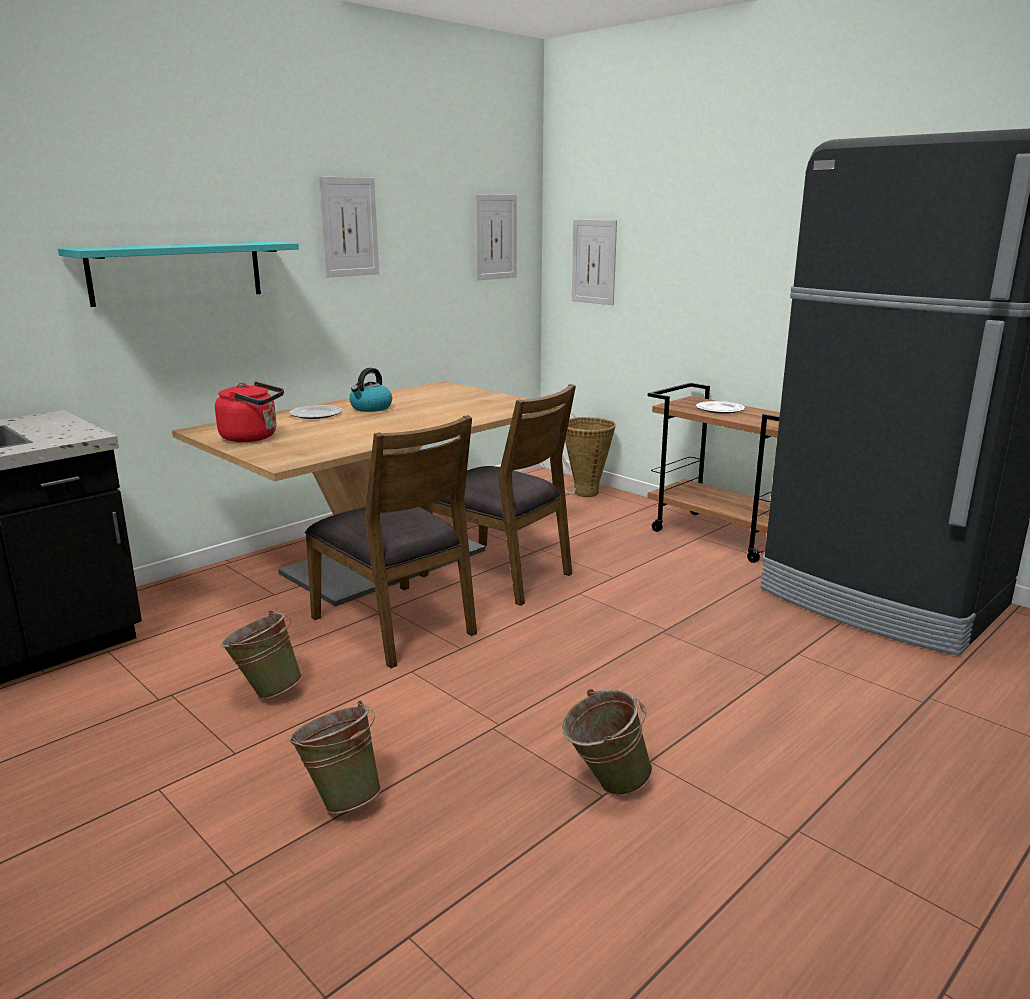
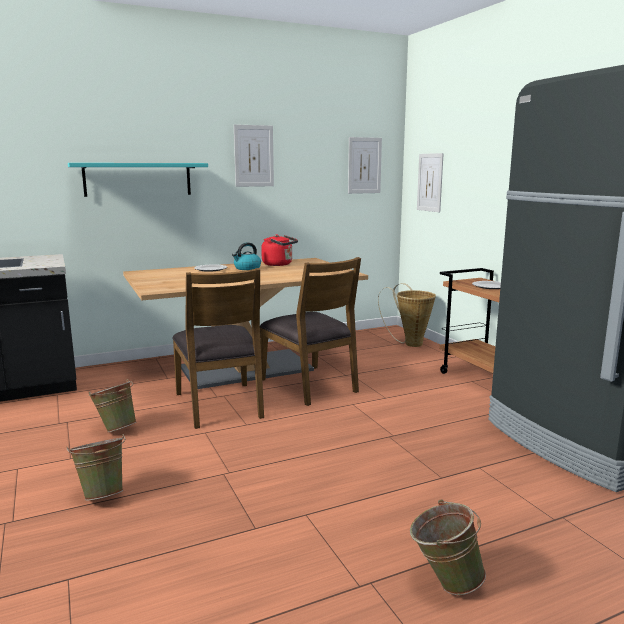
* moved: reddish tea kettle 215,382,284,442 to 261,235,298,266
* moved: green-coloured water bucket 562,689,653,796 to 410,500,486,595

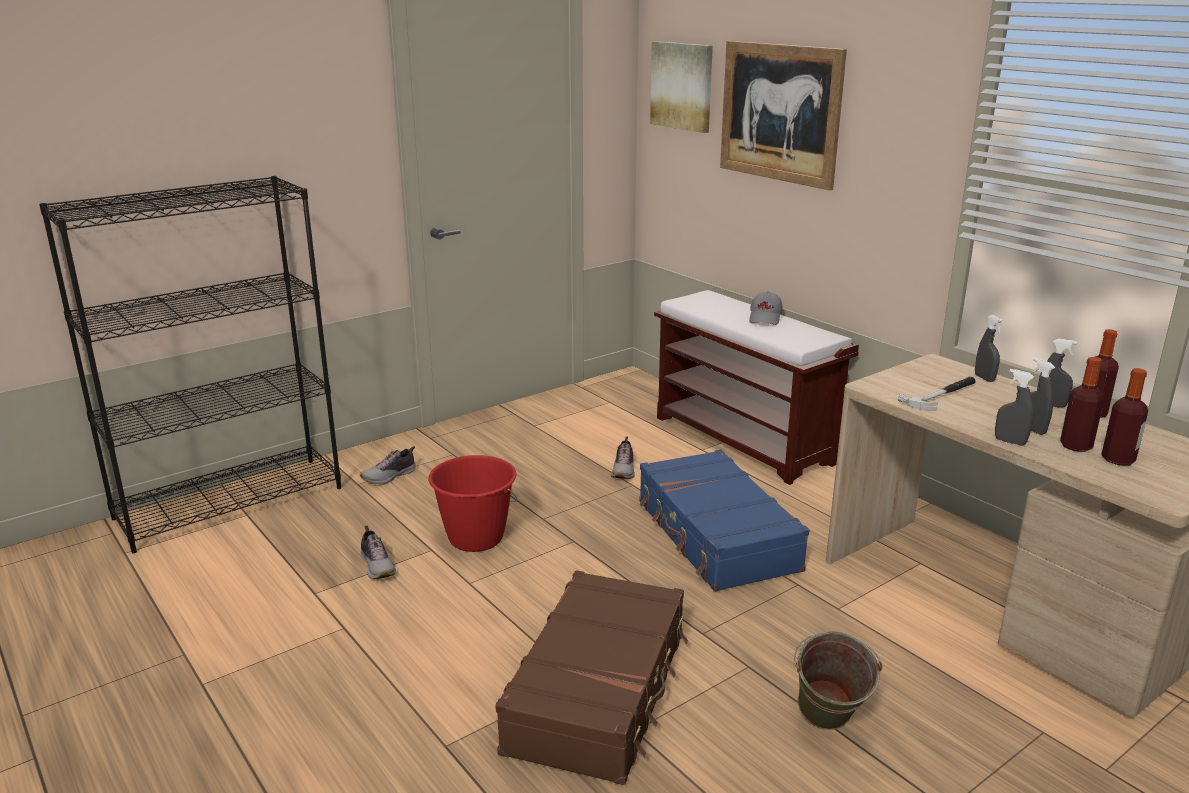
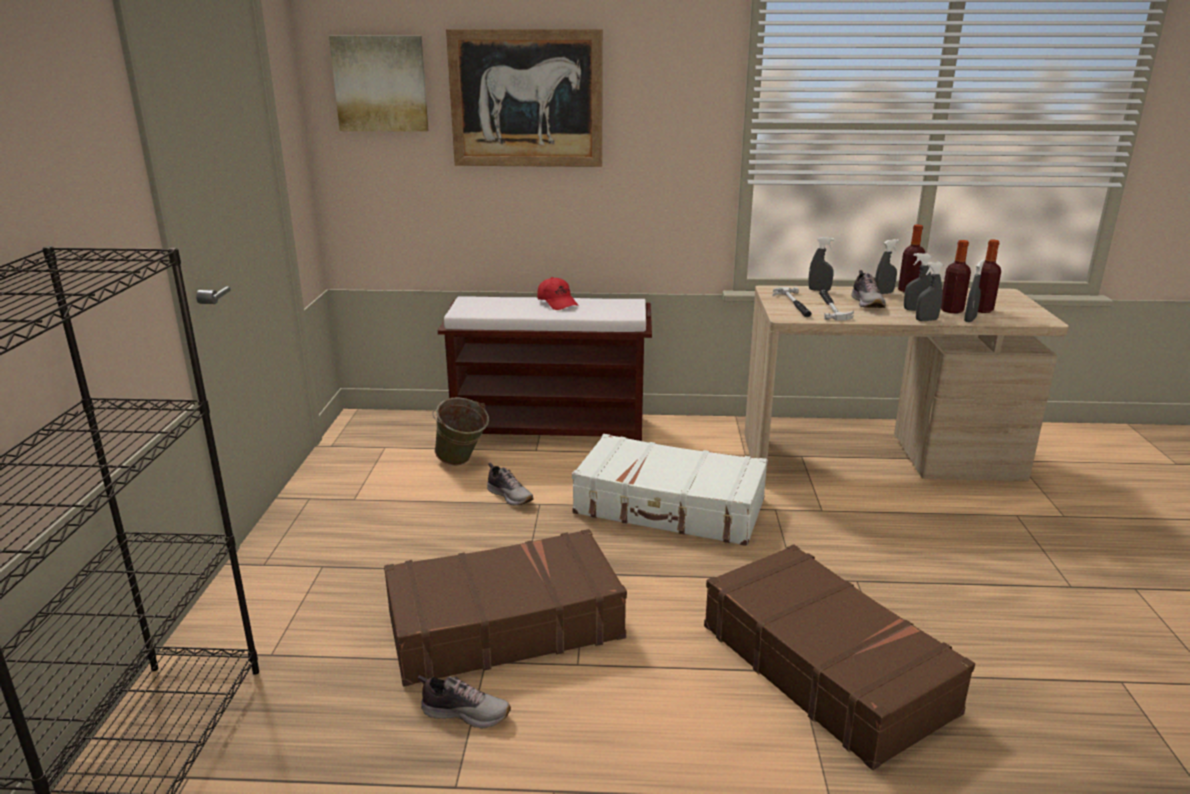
* replaced: reddish water bucket 428,455,517,552 to brown suitcase 384,529,627,687
* moved: green-coloured water bucket 794,631,883,730 to 433,397,489,465
* recoloured: grey cap 749,291,783,325 to reddish cap 537,277,579,310
* recoloured: bluish suitcase 639,450,809,592 to whitish suitcase 572,434,768,546
* added: tool hammer 773,287,812,317
* moved: item of footwear 360,446,416,485 to 851,270,886,308
* added: grey hand sprayer 964,260,984,322

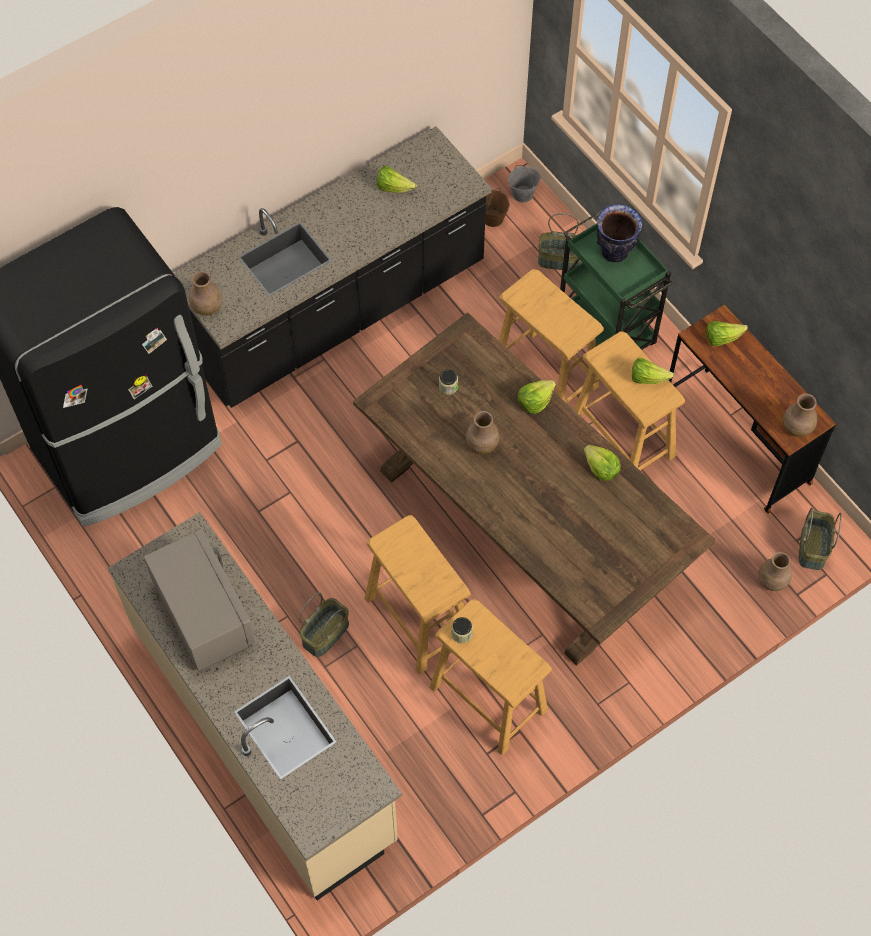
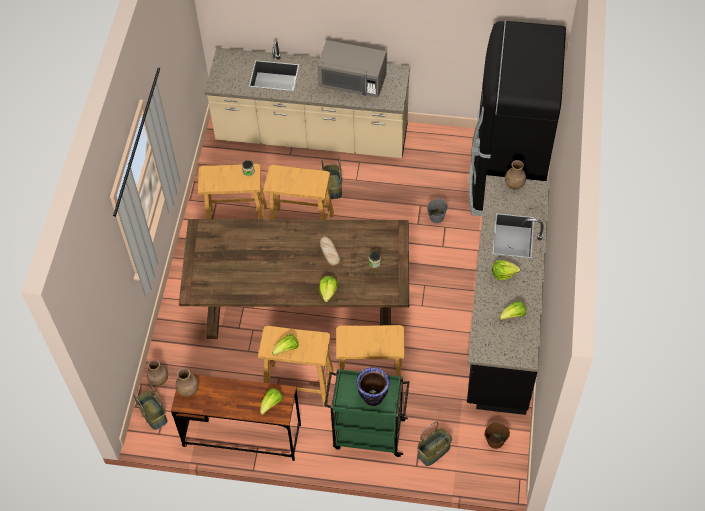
* replaced: brown vase 466,411,499,454 to bakery bread 320,236,340,266
* moved: grey water bucket 508,165,540,203 to 427,198,448,223
* moved: lettuce 584,445,621,481 to 492,260,521,280

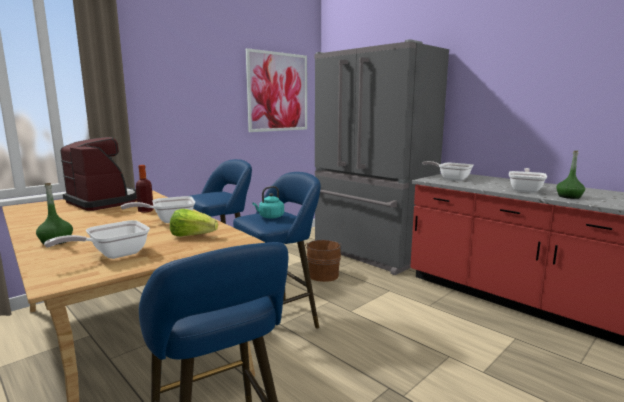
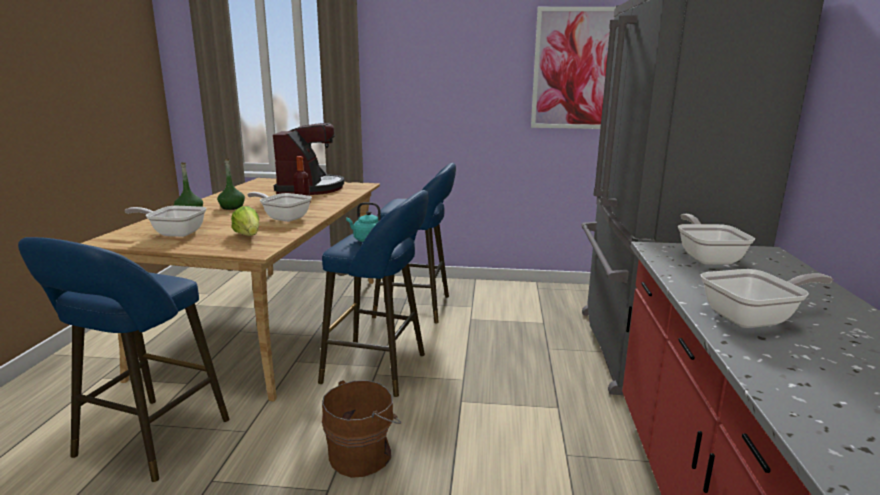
* moved: green-coloured beverage bottle 556,151,585,199 to 217,159,245,210
* moved: brown water bucket 305,240,343,282 to 322,380,401,478

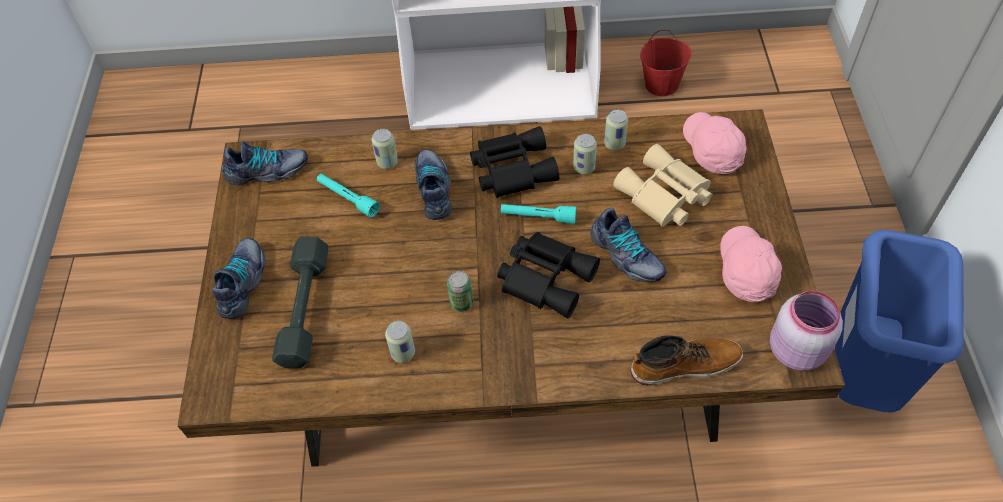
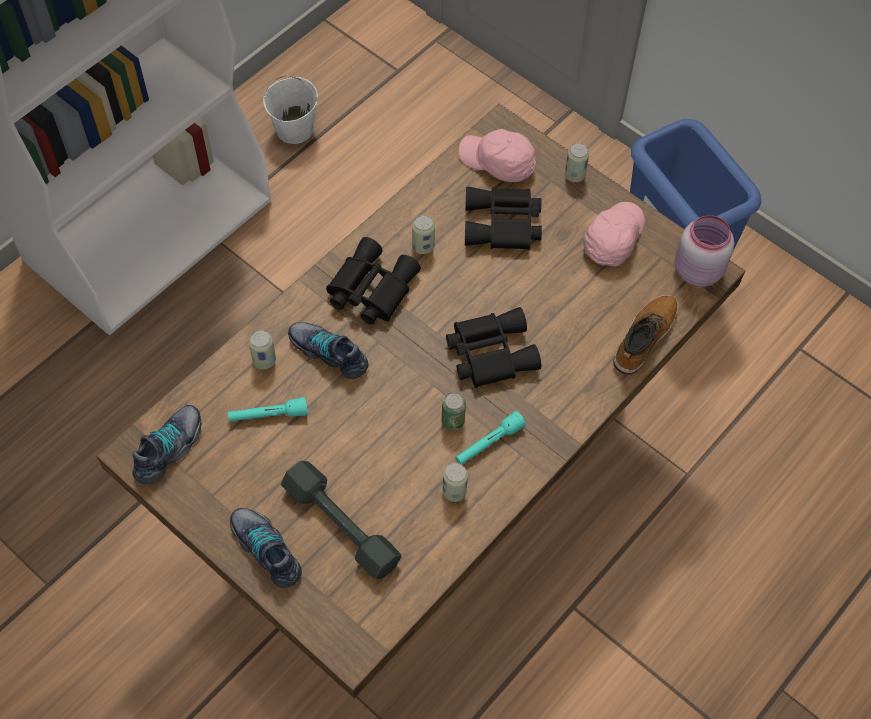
* recoloured: reddish water bucket 640,30,692,96 to whitish water bucket 263,75,318,144
* moved: turquoise flashlight 501,204,576,224 to 455,411,526,465
* recoloured: beige pair of binoculars 613,144,712,227 to black pair of binoculars 465,187,542,250
* moved: can 604,110,628,150 to 565,143,589,182
* turned: pink cap 720,226,782,302 = 583,202,645,267 75 degrees clockwise
* removed: item of footwear 590,208,666,282

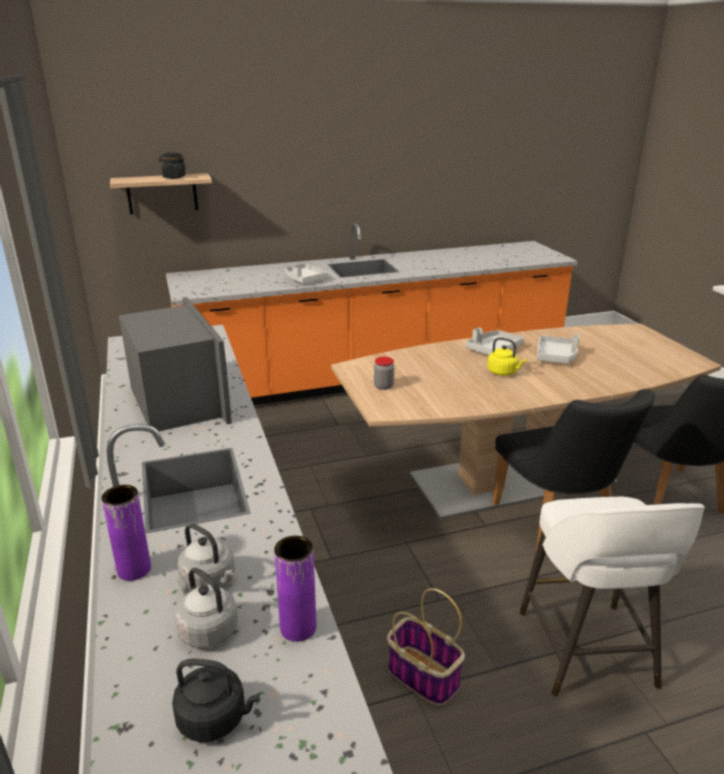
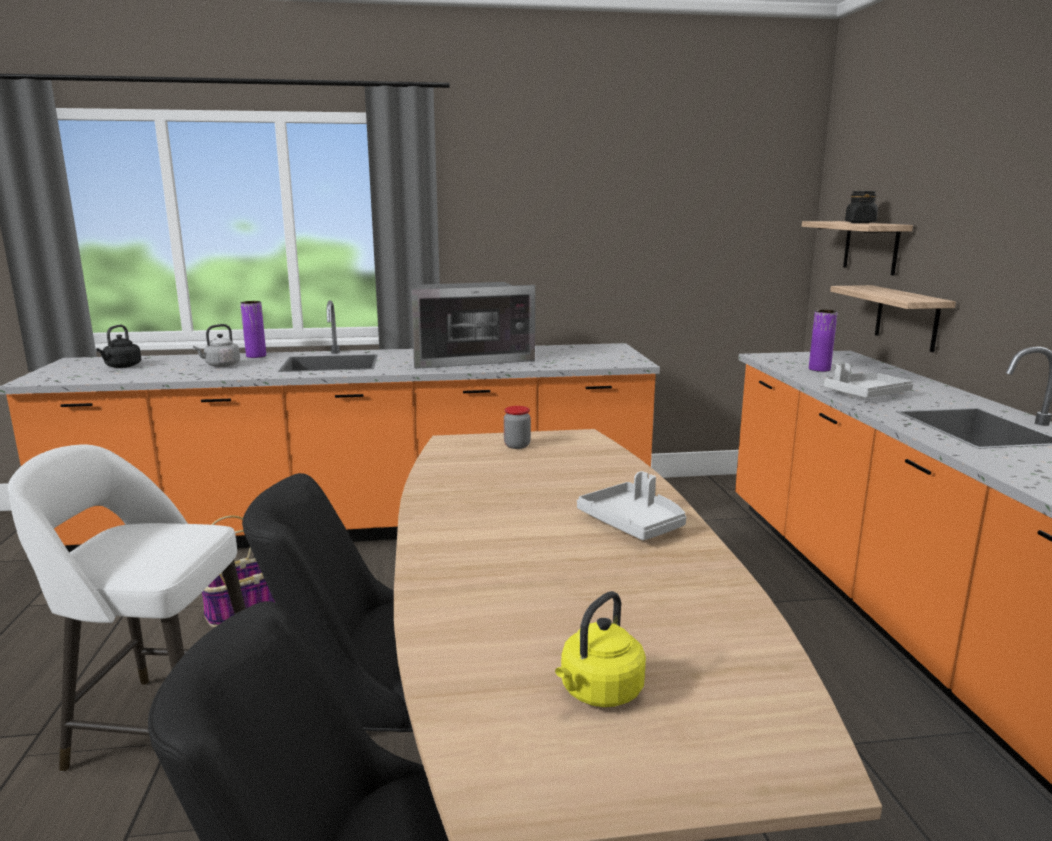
* moved: yellow tea kettle 487,337,527,376 to 555,591,646,707
* moved: purple vase 274,536,317,642 to 809,310,838,372
* added: bracket shelf 830,285,956,352
* removed: grey tea kettle 175,568,238,648
* removed: grey tray 537,334,580,363

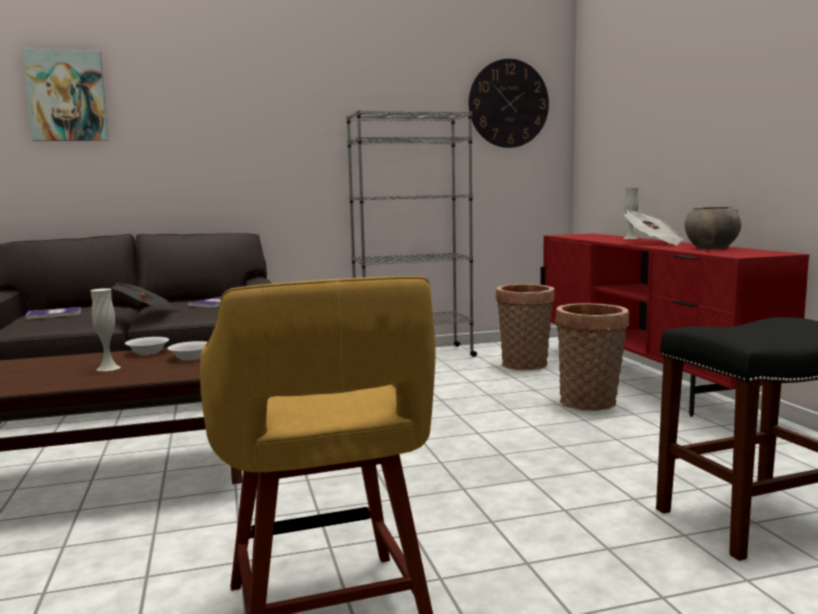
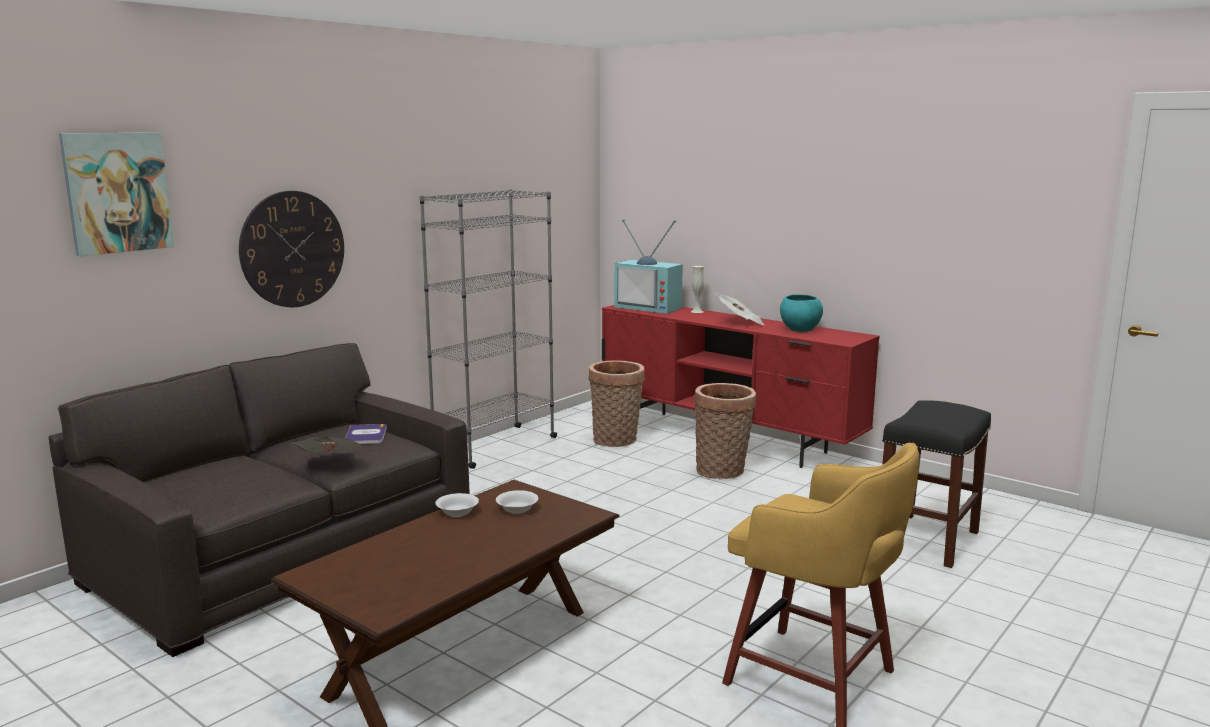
* moved: wall clock 468,59,549,148 to 239,191,344,307
* added: TV 614,219,683,314
* recoloured: grey serving bowl 685,207,742,249 to turquoise serving bowl 780,294,823,332
* removed: book 25,307,81,319
* removed: whitish vase 90,288,120,371

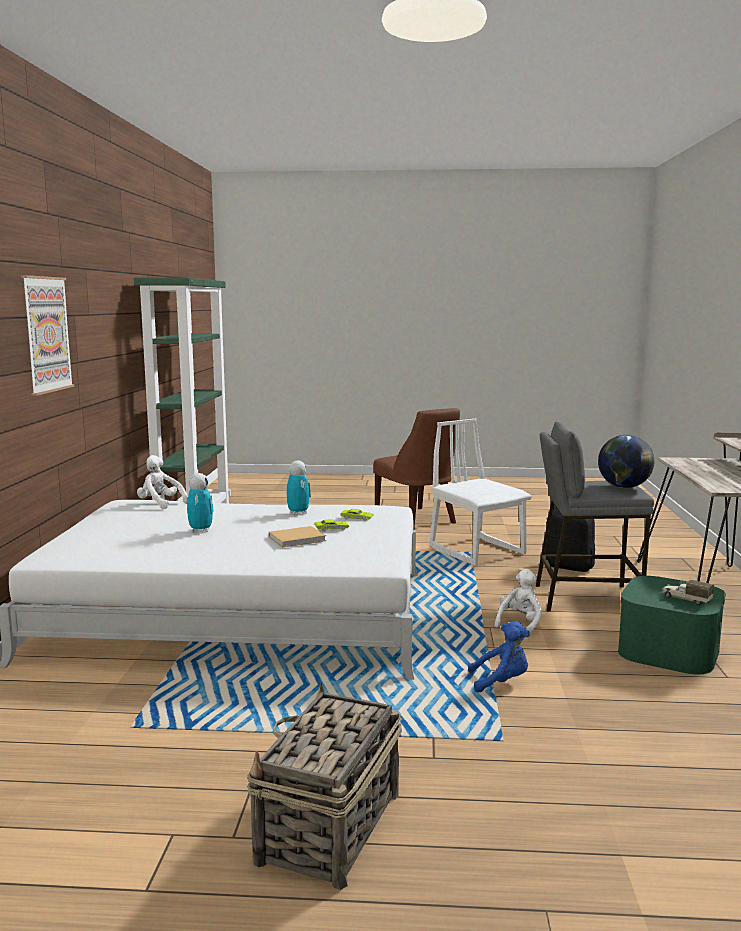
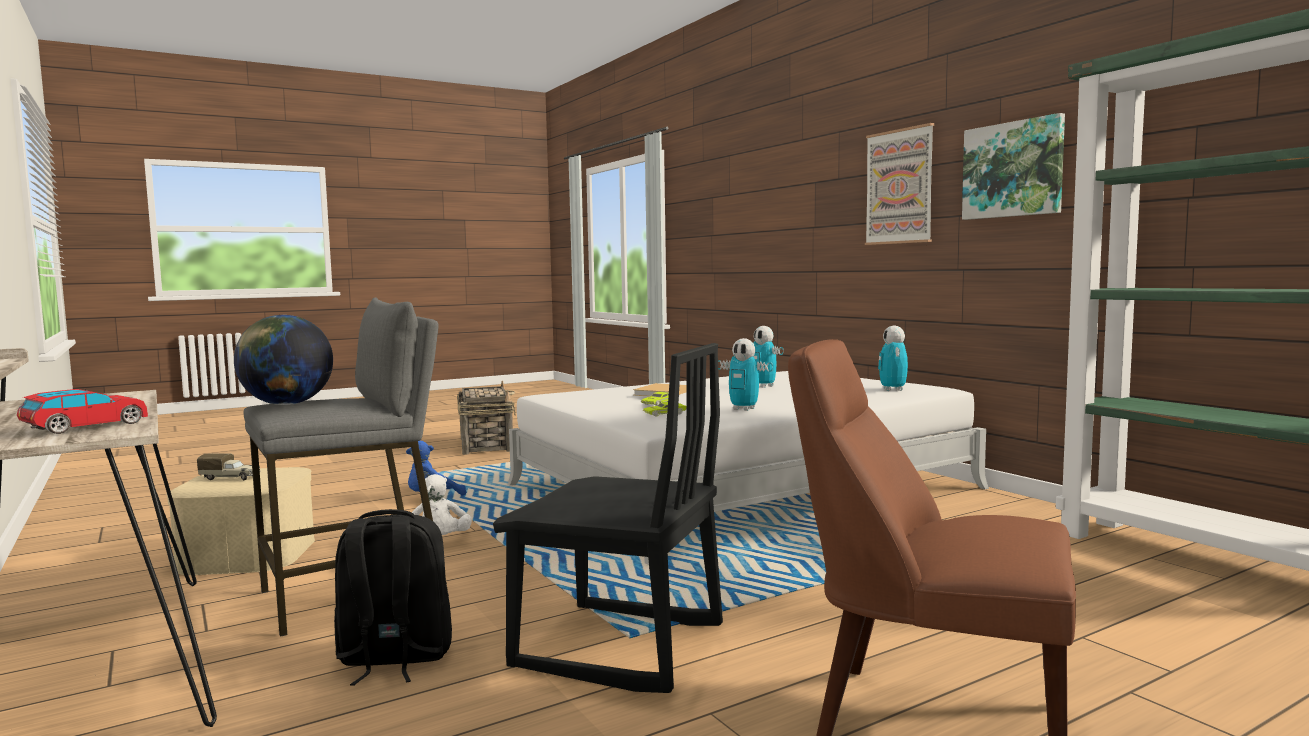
* added: model car 17,388,148,434
* recoloured: green-coloured storage box 618,576,726,675 to beige storage box 166,467,315,575
* recoloured: whitish plain chair 430,419,532,566 to black plain chair 493,343,723,693
* replaced: whitish soft toy 137,455,188,509 to model robot 878,325,908,391
* added: wall picture 962,113,1065,220

